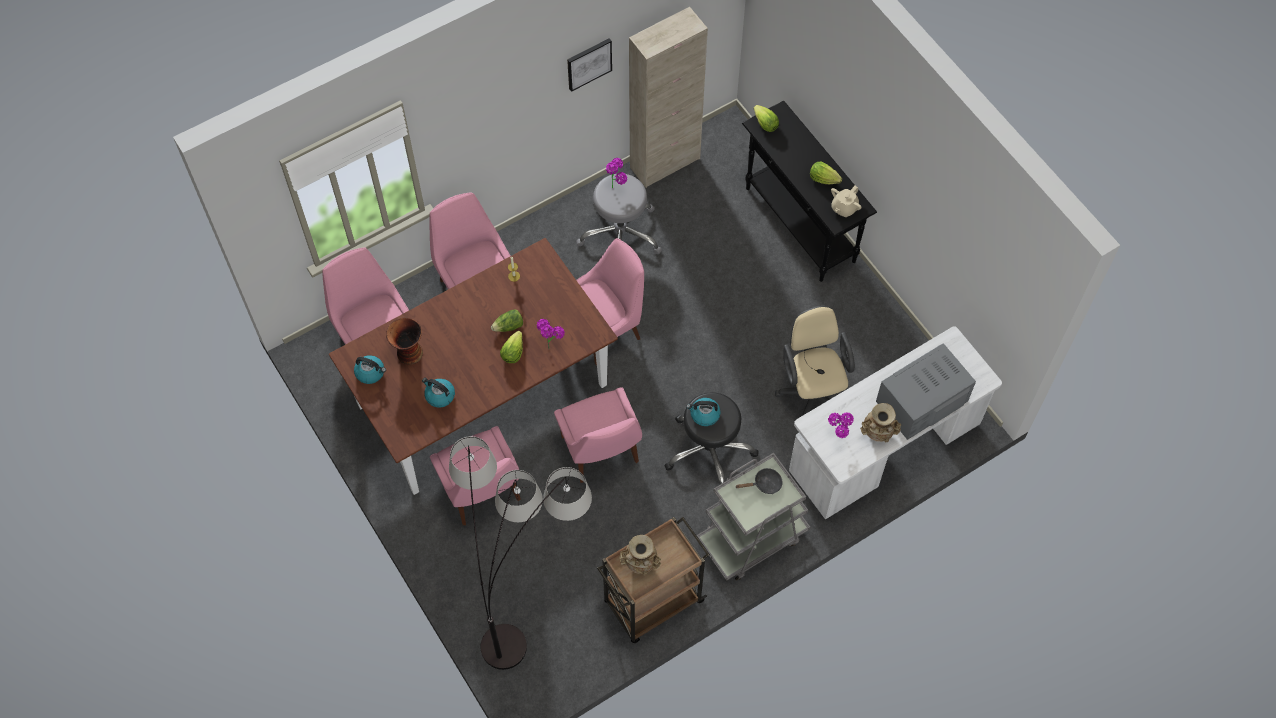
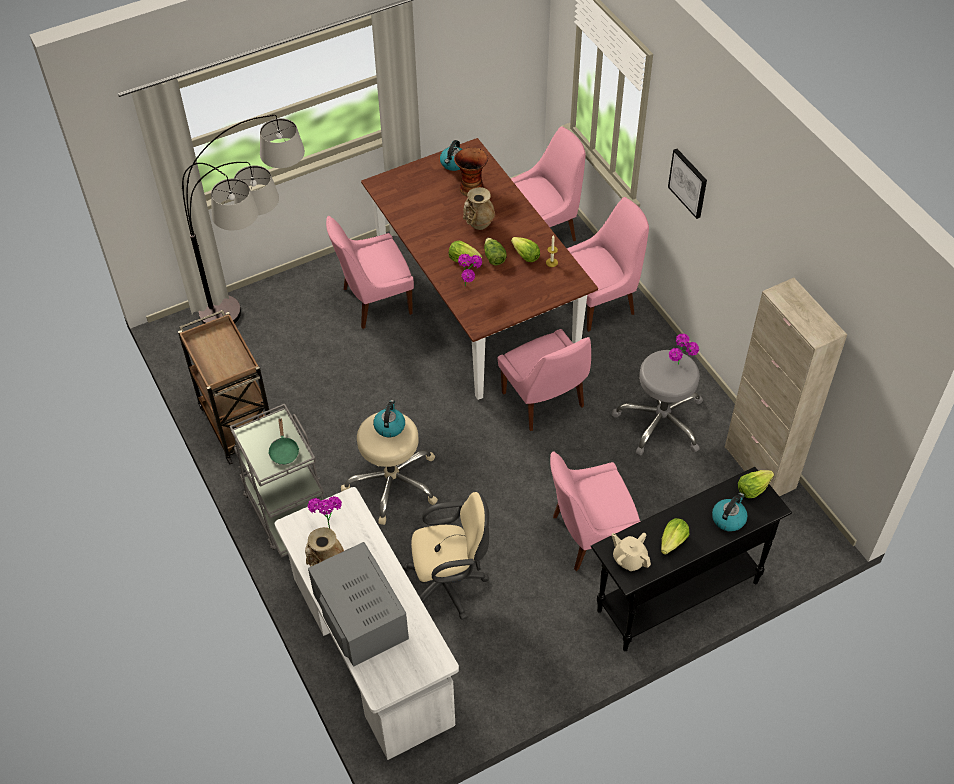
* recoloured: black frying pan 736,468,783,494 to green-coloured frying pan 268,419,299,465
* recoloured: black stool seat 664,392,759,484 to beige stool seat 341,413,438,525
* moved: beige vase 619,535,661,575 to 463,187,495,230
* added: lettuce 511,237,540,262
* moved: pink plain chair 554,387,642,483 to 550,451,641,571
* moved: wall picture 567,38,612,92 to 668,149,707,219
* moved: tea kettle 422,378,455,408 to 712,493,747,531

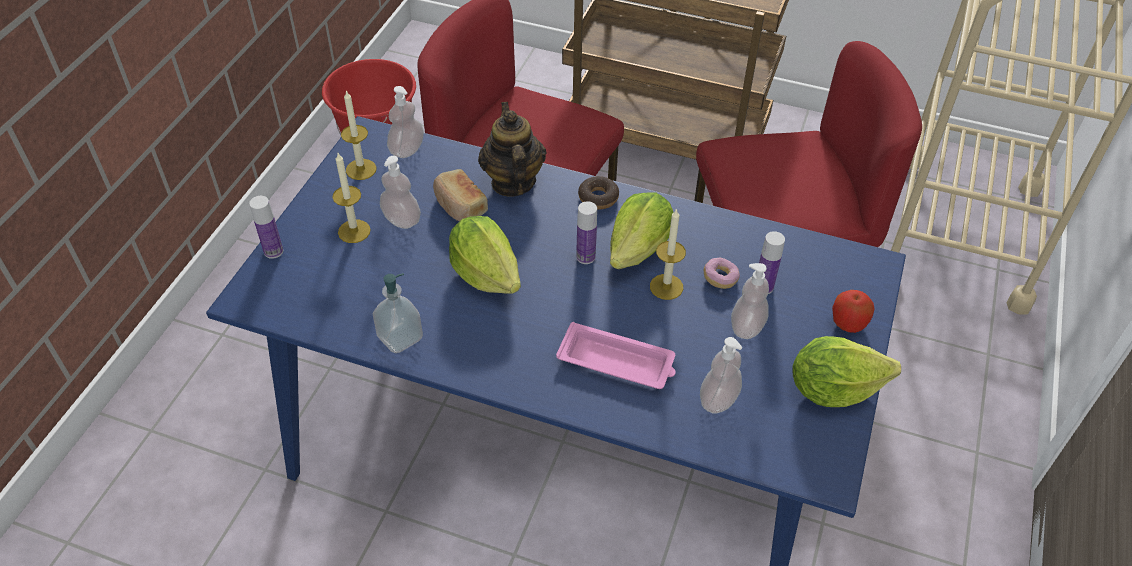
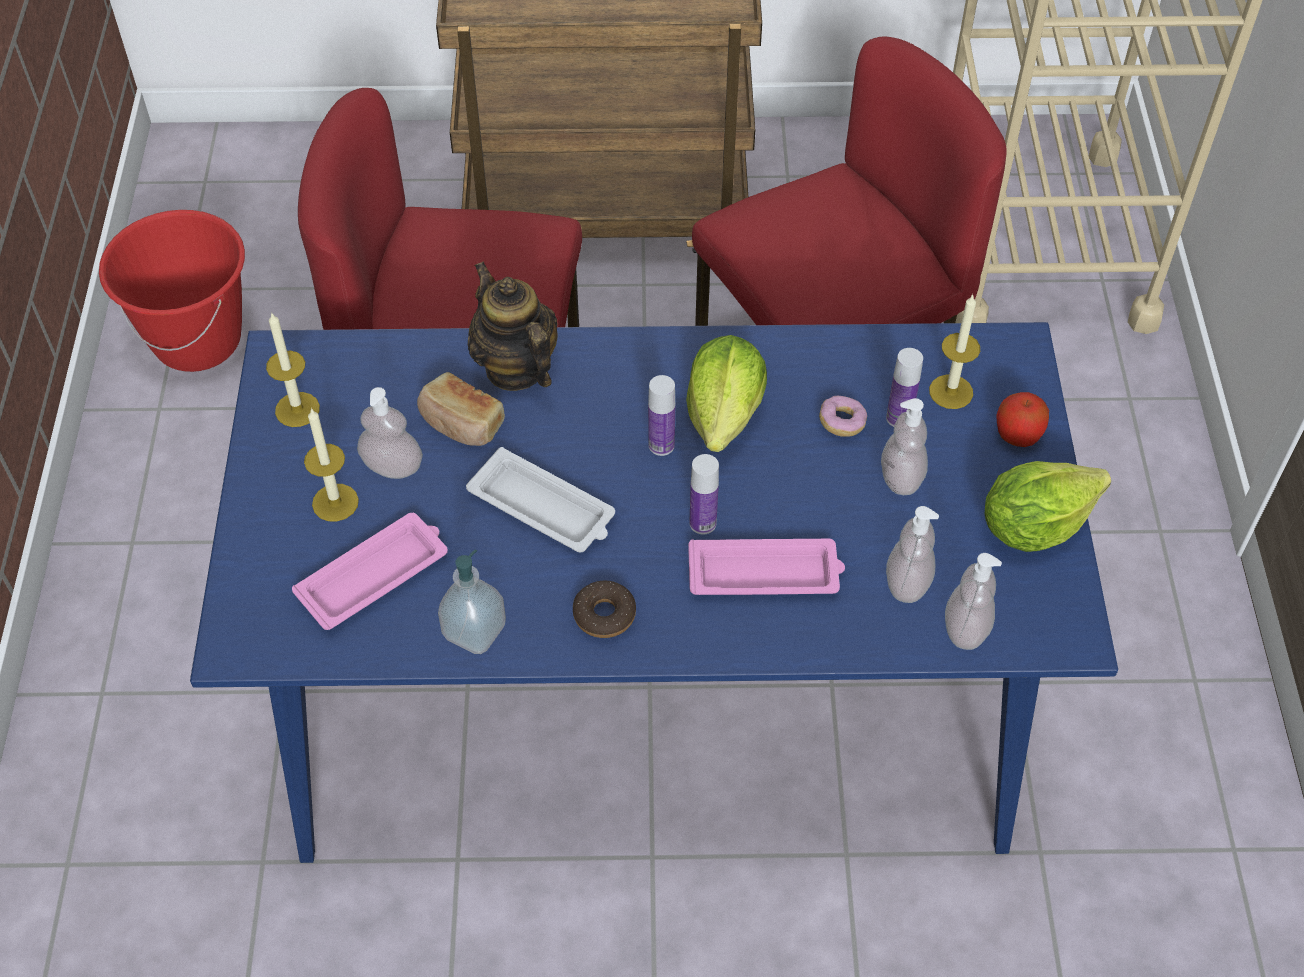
* added: pink tray 292,513,448,630
* replaced: lettuce 449,216,521,294 to whitish tray 466,447,615,552
* moved: doughnut 578,176,619,209 to 573,581,636,638
* moved: beverage bottle 249,196,283,259 to 690,454,719,534
* moved: candle 650,208,686,300 to 929,294,980,409
* moved: soap dispenser 387,86,424,158 to 945,553,1002,650

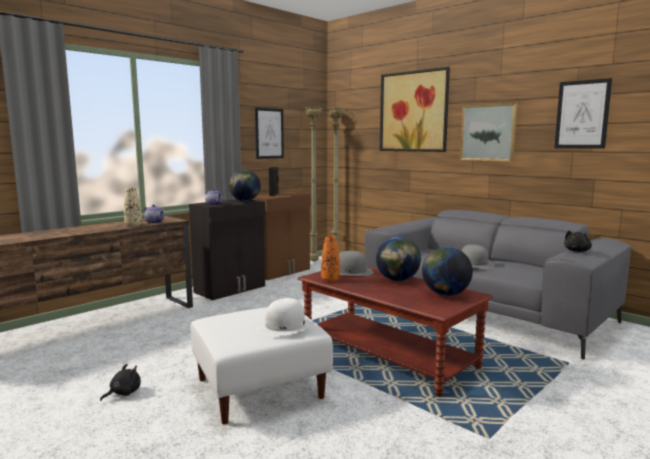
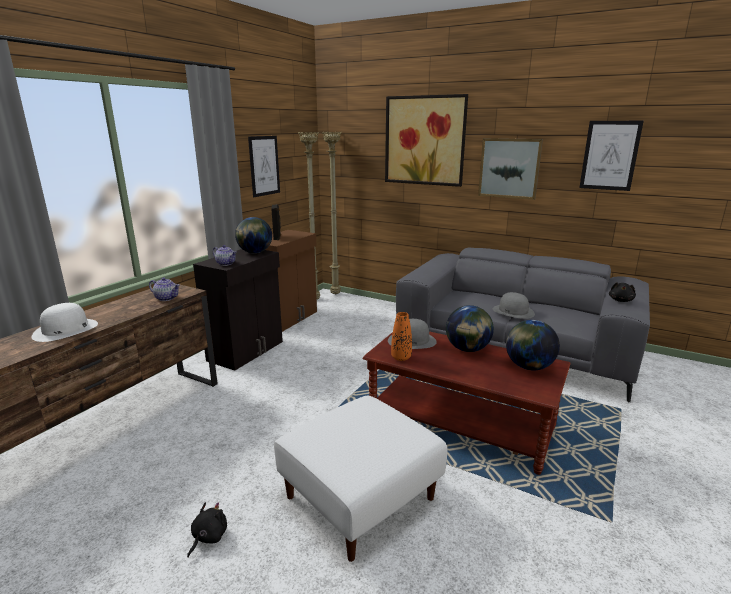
* moved: whitish hat 256,298,314,336 to 32,303,98,342
* removed: beige vase 124,187,142,226

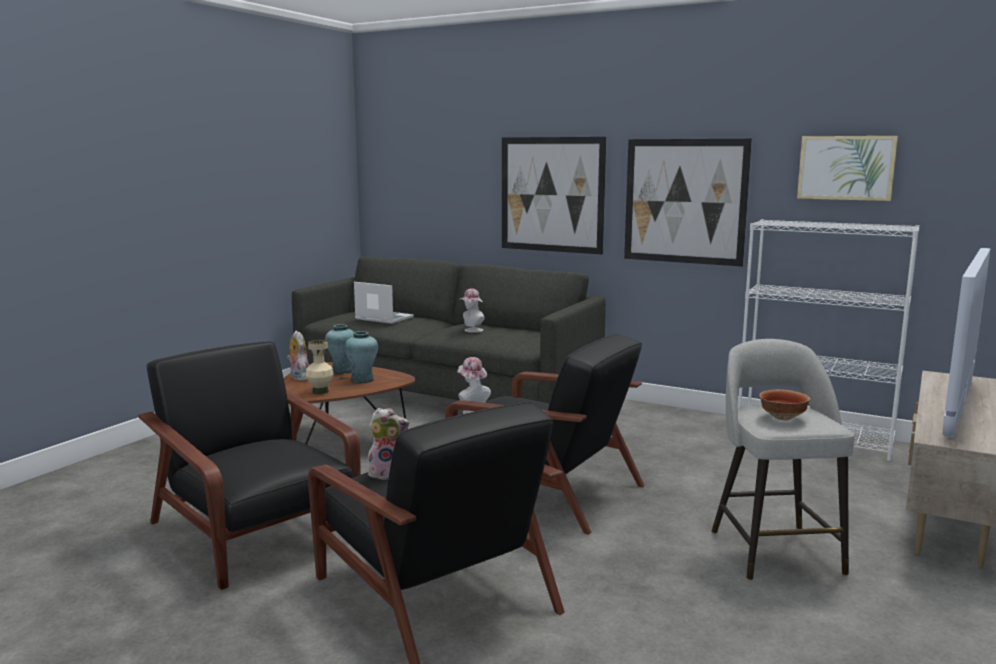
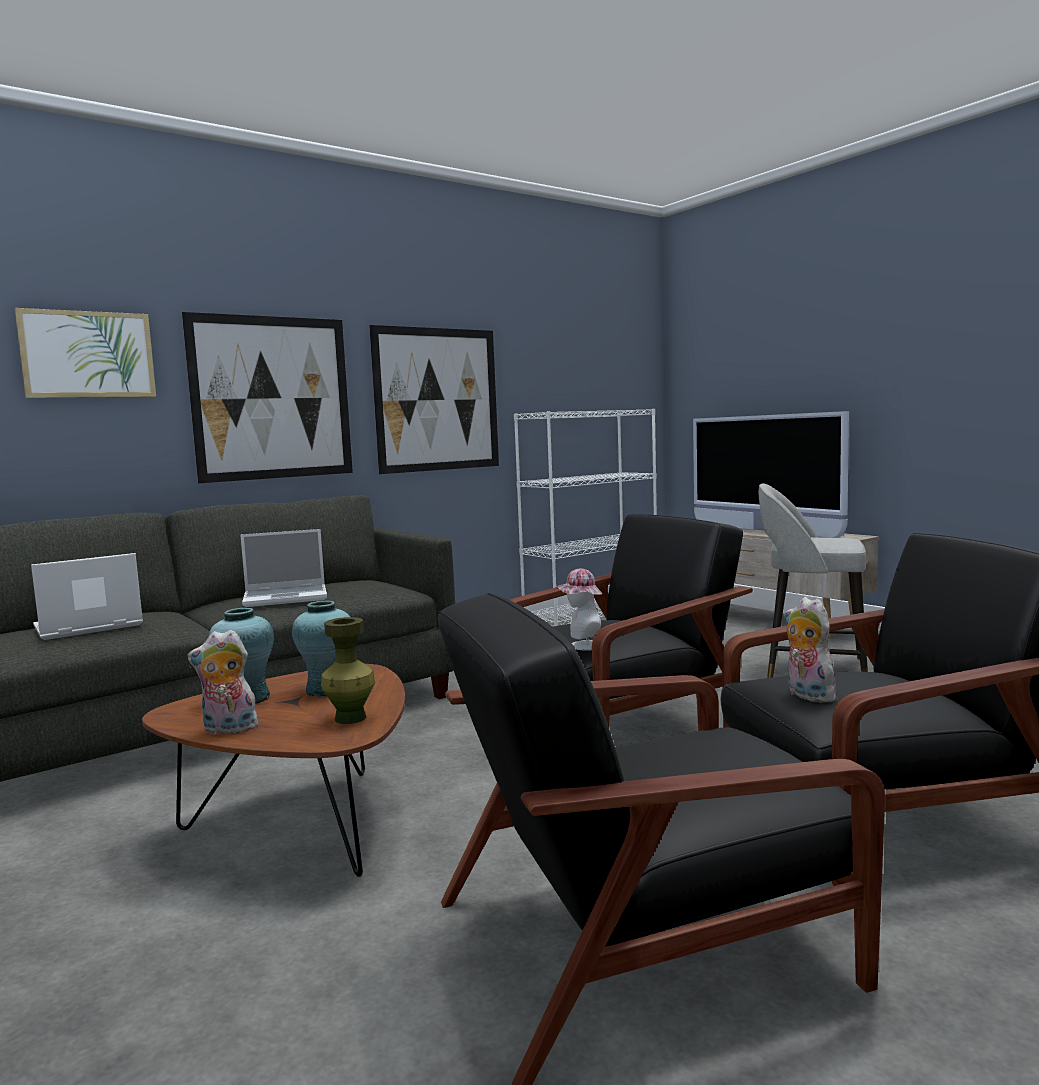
* moved: wall picture 797,136,898,201 to 15,308,156,398
* replaced: hat 459,288,485,333 to portable computer 240,529,327,607
* recoloured: beige vase 306,340,334,394 to green-coloured vase 321,617,375,724
* turned: soft toy 368,408,409,480 = 784,597,836,703 45 degrees counterclockwise
* removed: serving bowl 759,389,810,420

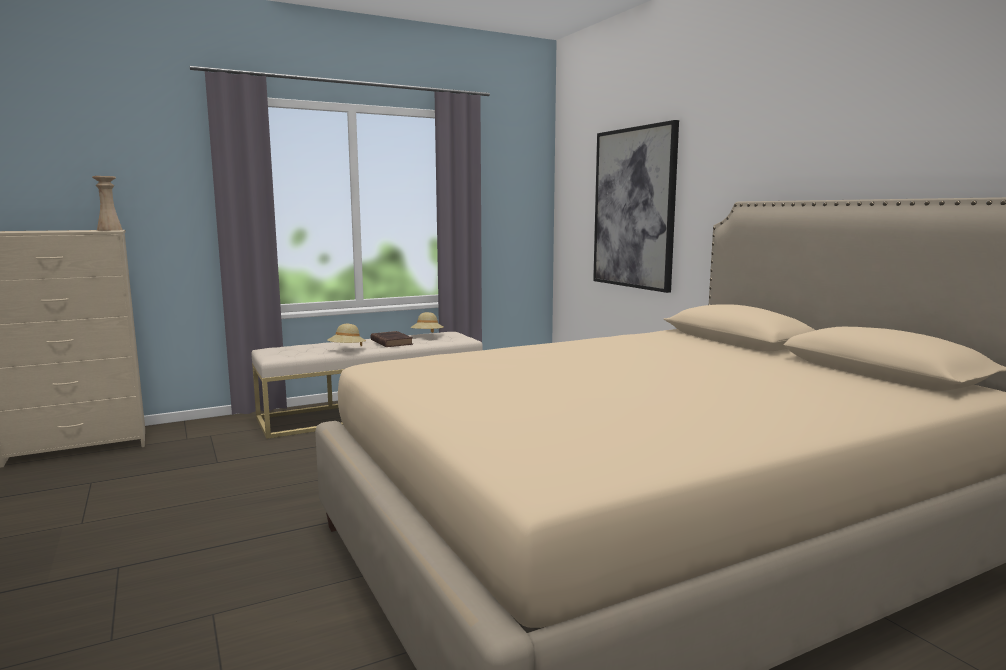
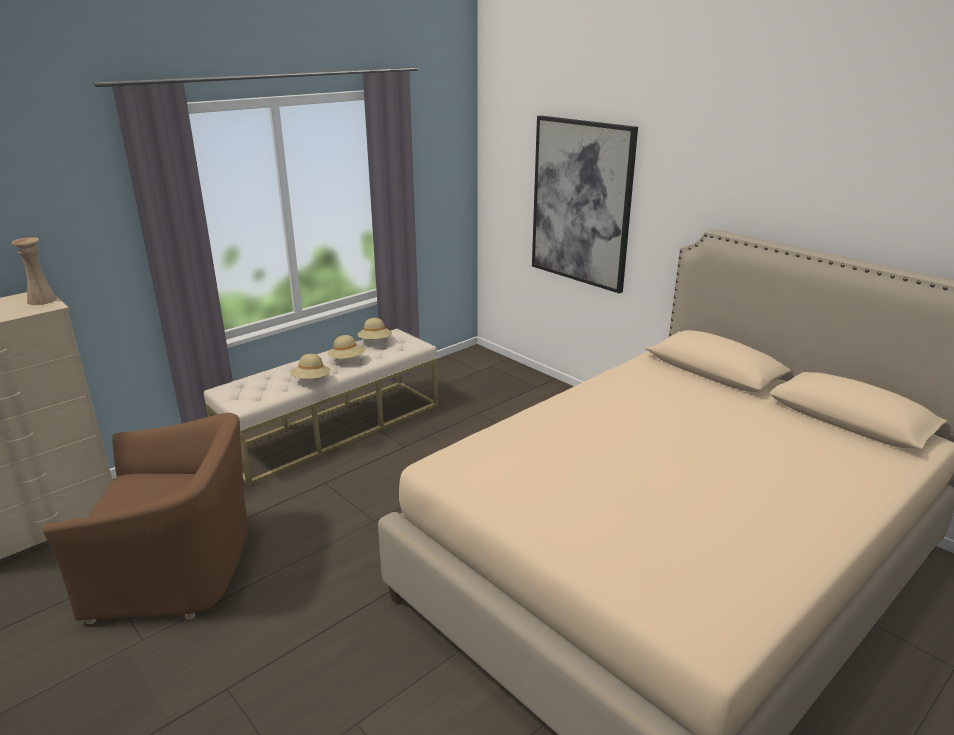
* added: brown armchair 43,413,248,624
* replaced: brown book 370,331,413,347 to beige hat 328,335,365,359

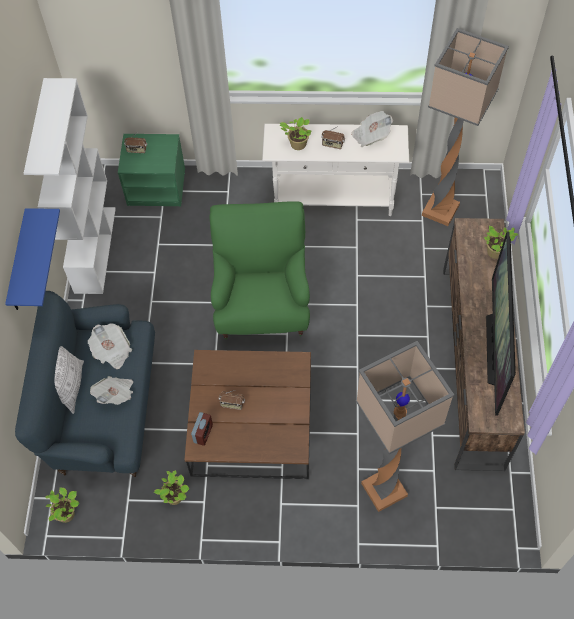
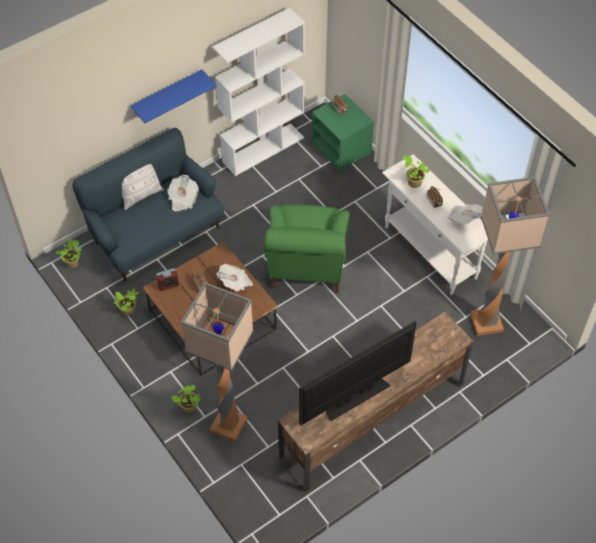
* moved: potted plant 484,226,518,259 to 171,384,201,413
* moved: newspaper 90,376,133,405 to 216,264,253,291
* turned: green-coloured armchair 210,201,310,340 = 264,205,350,293 135 degrees clockwise

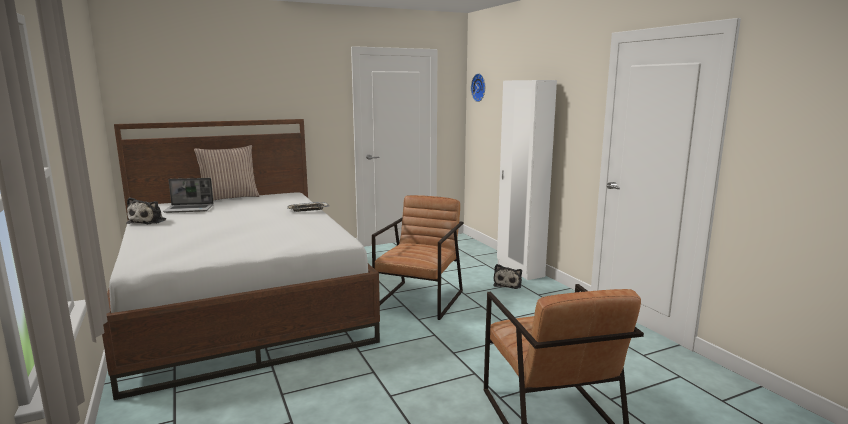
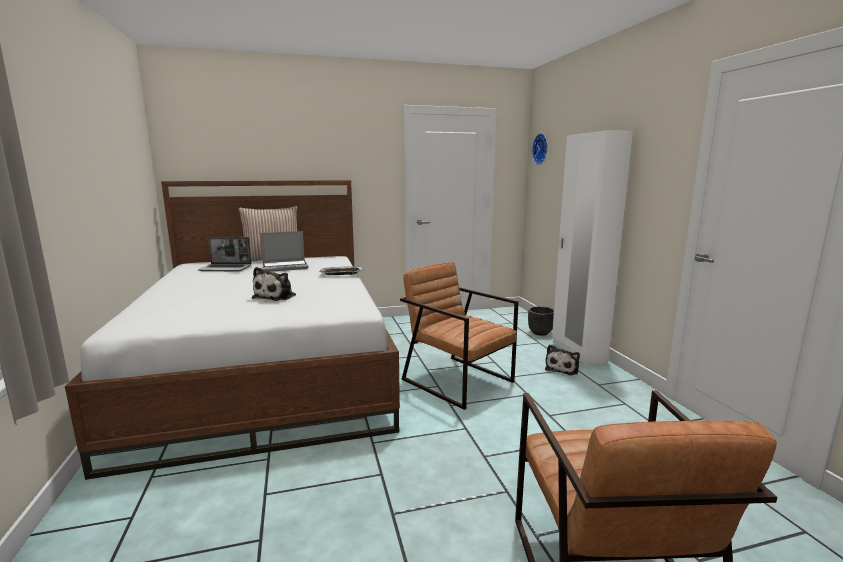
* moved: soft toy 126,197,166,224 to 252,267,296,301
* added: portable computer 260,231,308,272
* turned: brown armchair 372,195,463,320 = 400,262,519,410 75 degrees counterclockwise
* added: black flower pot 528,306,554,336

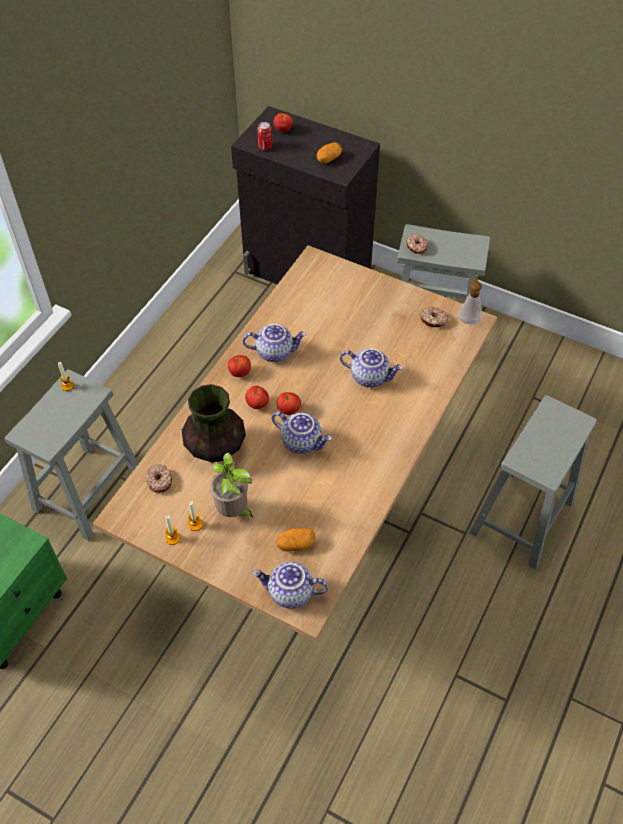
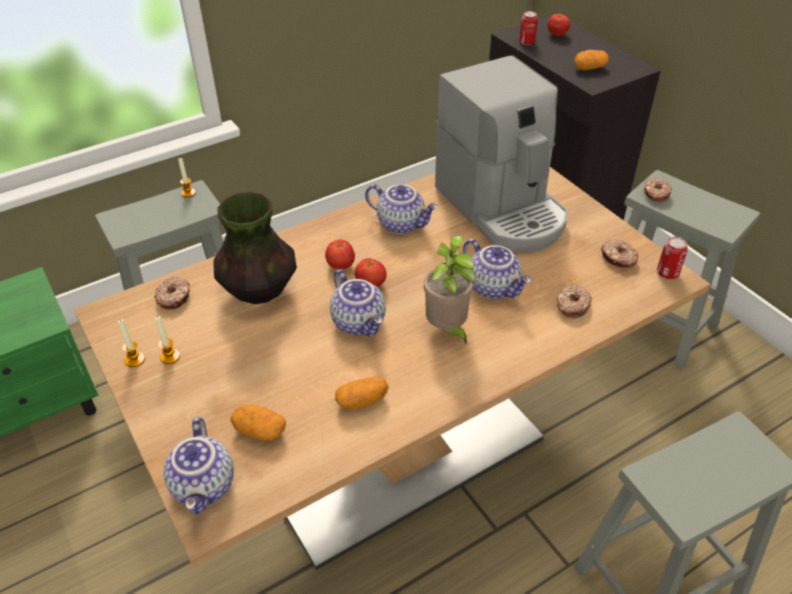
* turned: teapot 252,561,328,609 = 164,417,234,514 135 degrees counterclockwise
* added: spud 335,376,389,409
* moved: potted plant 210,452,254,519 to 424,236,476,344
* added: coffee maker 435,55,568,252
* added: doughnut 556,285,592,318
* replaced: soap dispenser 458,277,482,324 to can 657,236,688,279
* removed: whole tomato 228,355,251,377

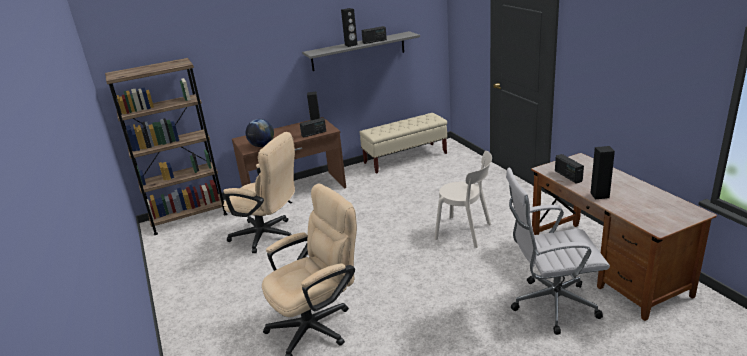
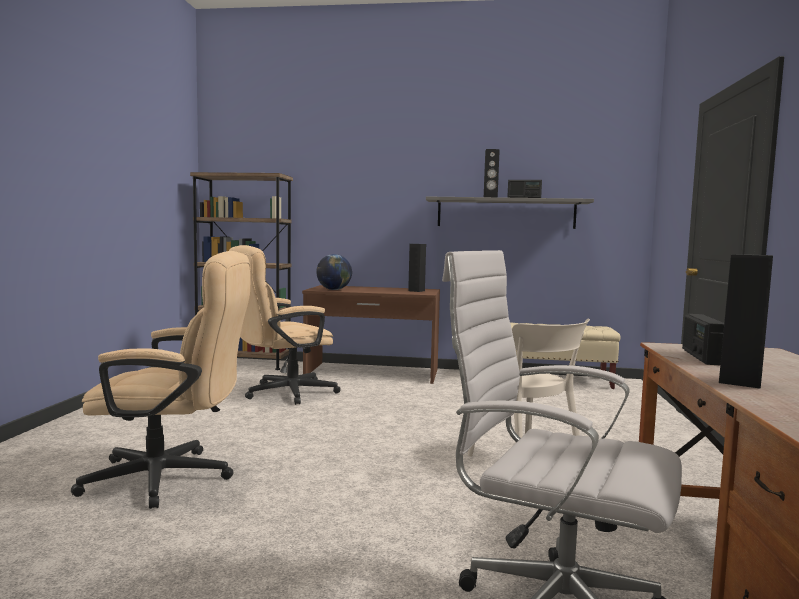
* turned: beige office chair 223,132,295,253 = 229,245,341,405 90 degrees clockwise
* removed: radio 300,118,326,138

